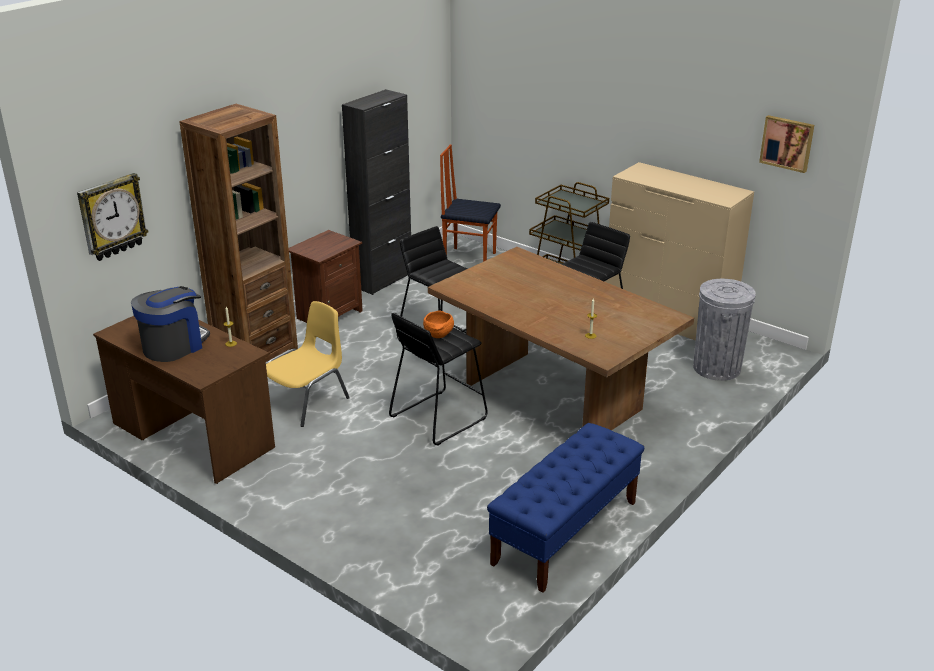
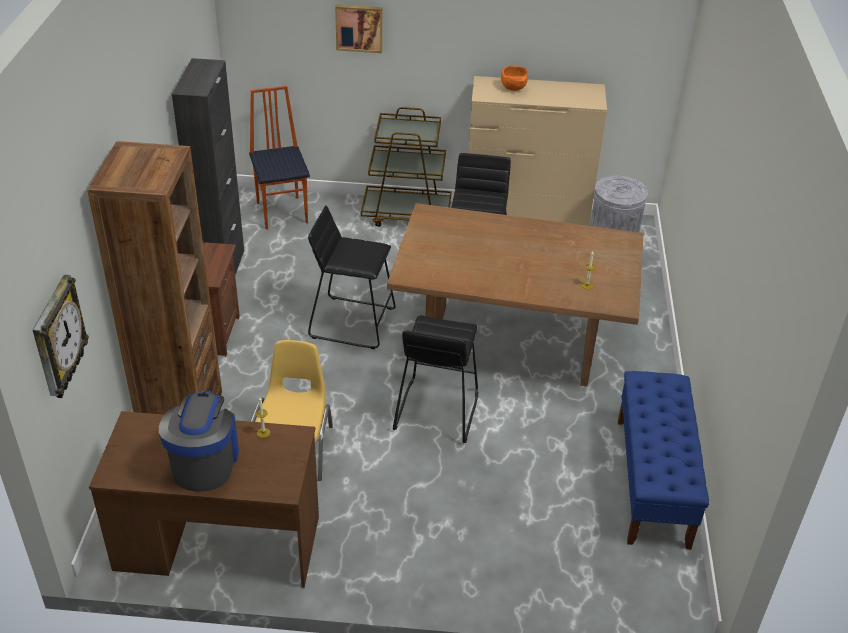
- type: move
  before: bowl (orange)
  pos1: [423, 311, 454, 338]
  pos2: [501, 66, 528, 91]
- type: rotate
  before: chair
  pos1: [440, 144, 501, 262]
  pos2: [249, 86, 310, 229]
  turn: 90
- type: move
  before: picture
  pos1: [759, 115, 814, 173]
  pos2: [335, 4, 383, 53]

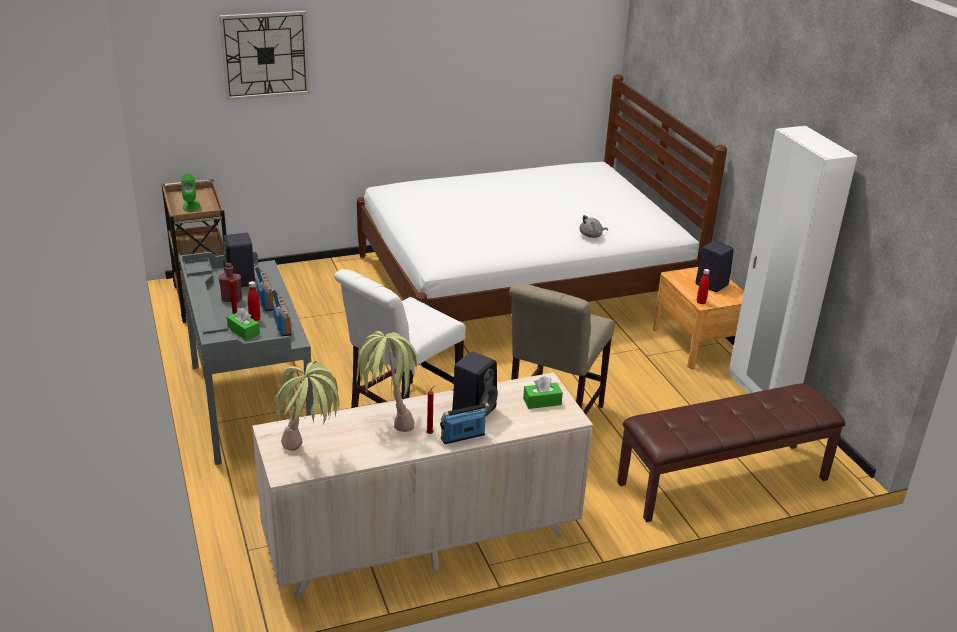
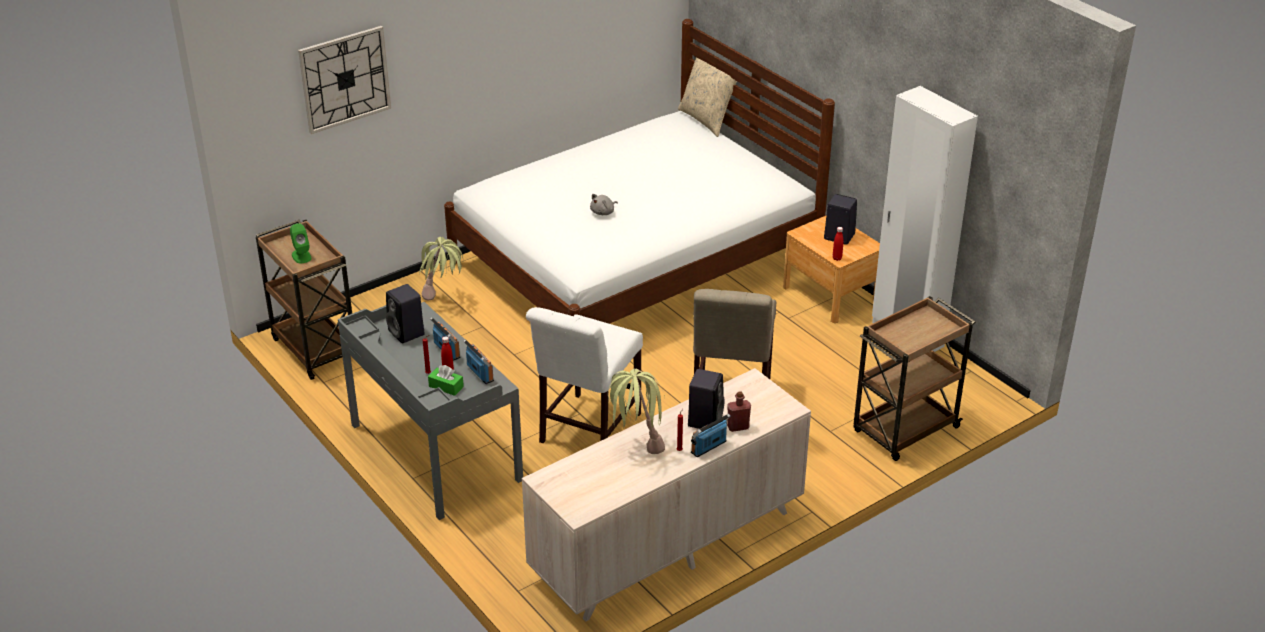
- type: move
  before: bottle (red)
  pos1: [219, 263, 242, 303]
  pos2: [727, 391, 751, 432]
- type: move
  before: potted plant
  pos1: [270, 361, 339, 451]
  pos2: [419, 237, 463, 300]
- type: delete
  before: tissue box (green)
  pos1: [523, 376, 563, 409]
- type: move
  before: plush toy (grey)
  pos1: [580, 215, 608, 238]
  pos2: [590, 194, 618, 215]
- type: replace
  before: bench (brown)
  after: cart (brown)
  pos1: [617, 383, 845, 522]
  pos2: [853, 296, 976, 461]
- type: insert
  after: pillow (beige)
  pos2: [678, 57, 737, 137]

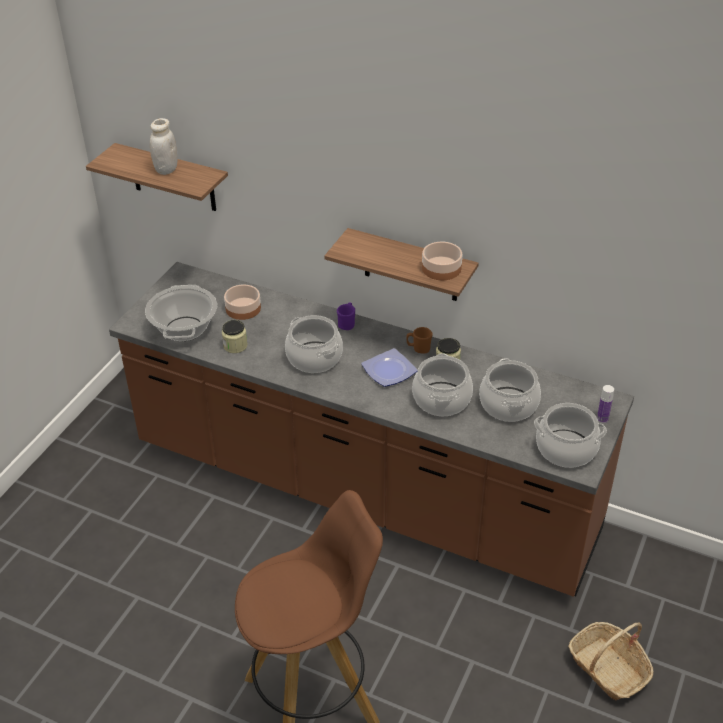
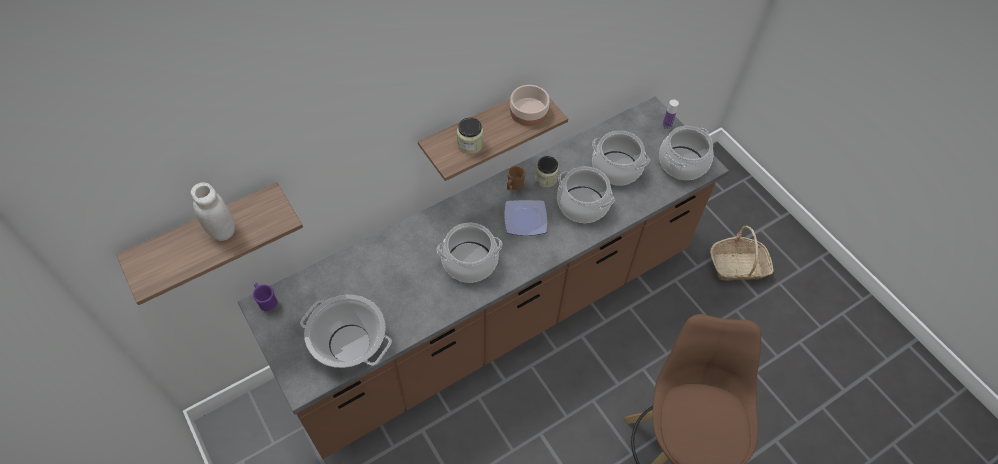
- type: move
  before: jar
  pos1: [222, 320, 247, 353]
  pos2: [457, 117, 483, 154]
- type: delete
  before: bowl
  pos1: [224, 285, 261, 320]
- type: move
  before: mug (purple)
  pos1: [337, 302, 355, 330]
  pos2: [253, 283, 277, 311]

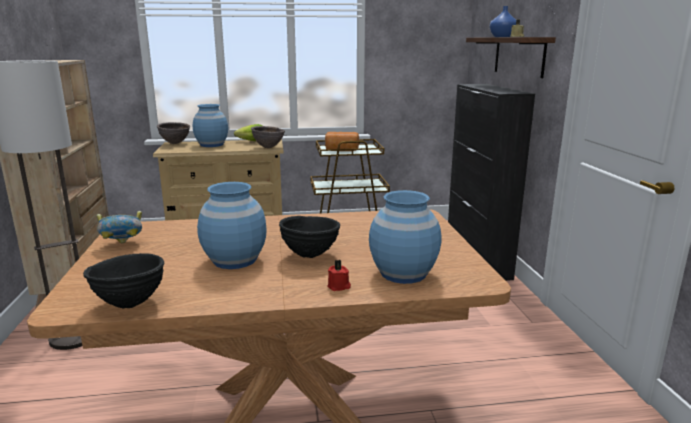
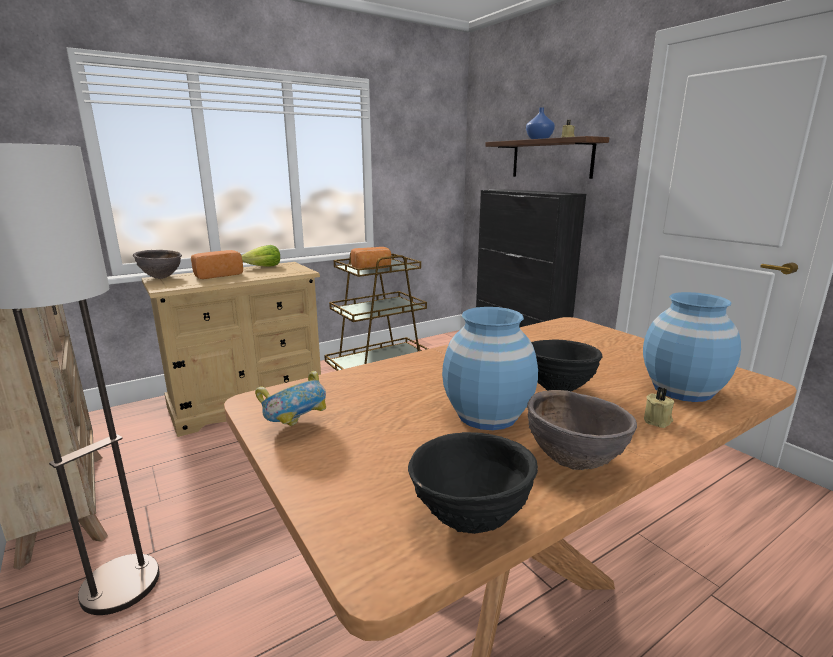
- type: replace
  before: vase (blue)
  after: bread
  pos1: [193, 104, 228, 147]
  pos2: [191, 250, 243, 279]
- type: move
  before: bowl (brown)
  pos1: [251, 126, 285, 148]
  pos2: [527, 390, 637, 470]
- type: recolor
  before: candle (red)
  after: candle (beige)
  pos1: [328, 260, 351, 291]
  pos2: [644, 387, 674, 428]

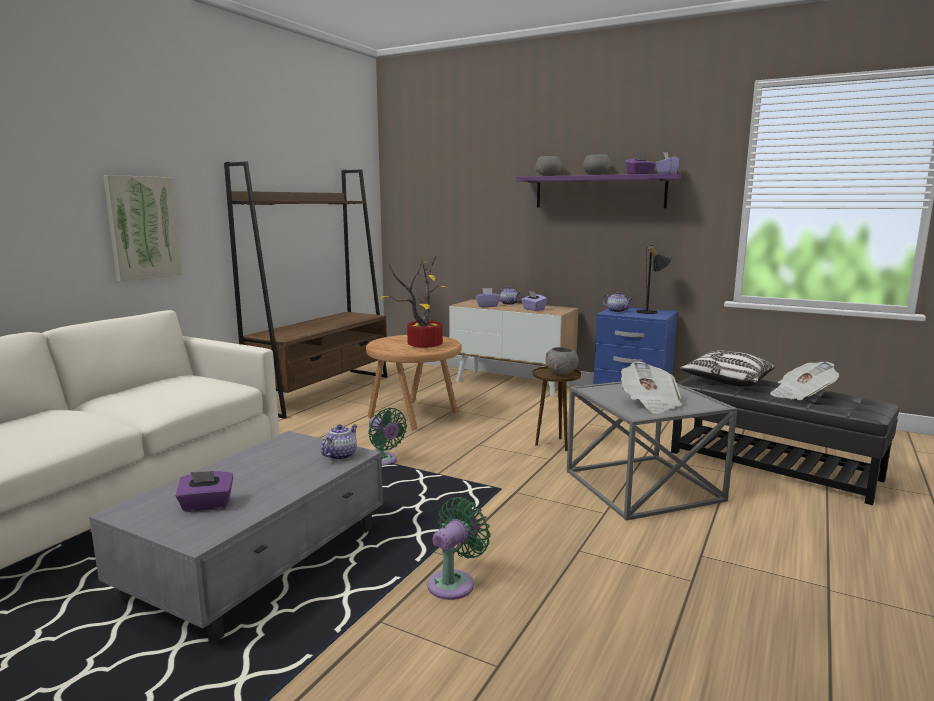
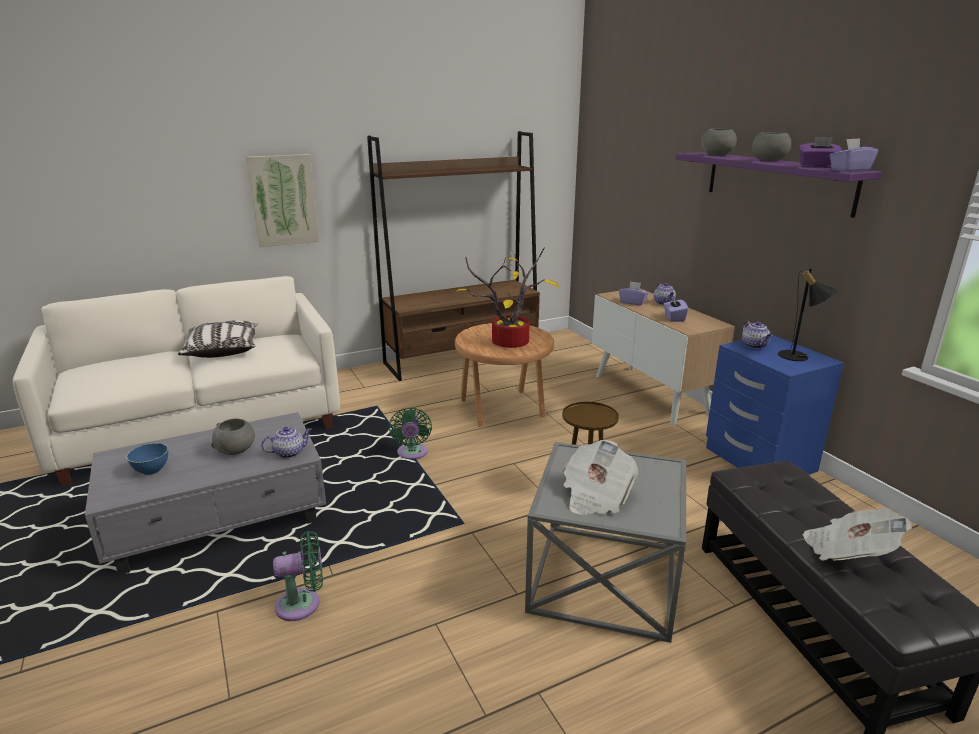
- type: replace
  before: tissue box (purple)
  after: bowl (blue)
  pos1: [175, 471, 233, 512]
  pos2: [126, 443, 168, 475]
- type: move
  before: bowl (grey)
  pos1: [545, 347, 579, 374]
  pos2: [211, 418, 255, 455]
- type: move
  before: pillow
  pos1: [679, 351, 775, 386]
  pos2: [178, 320, 258, 358]

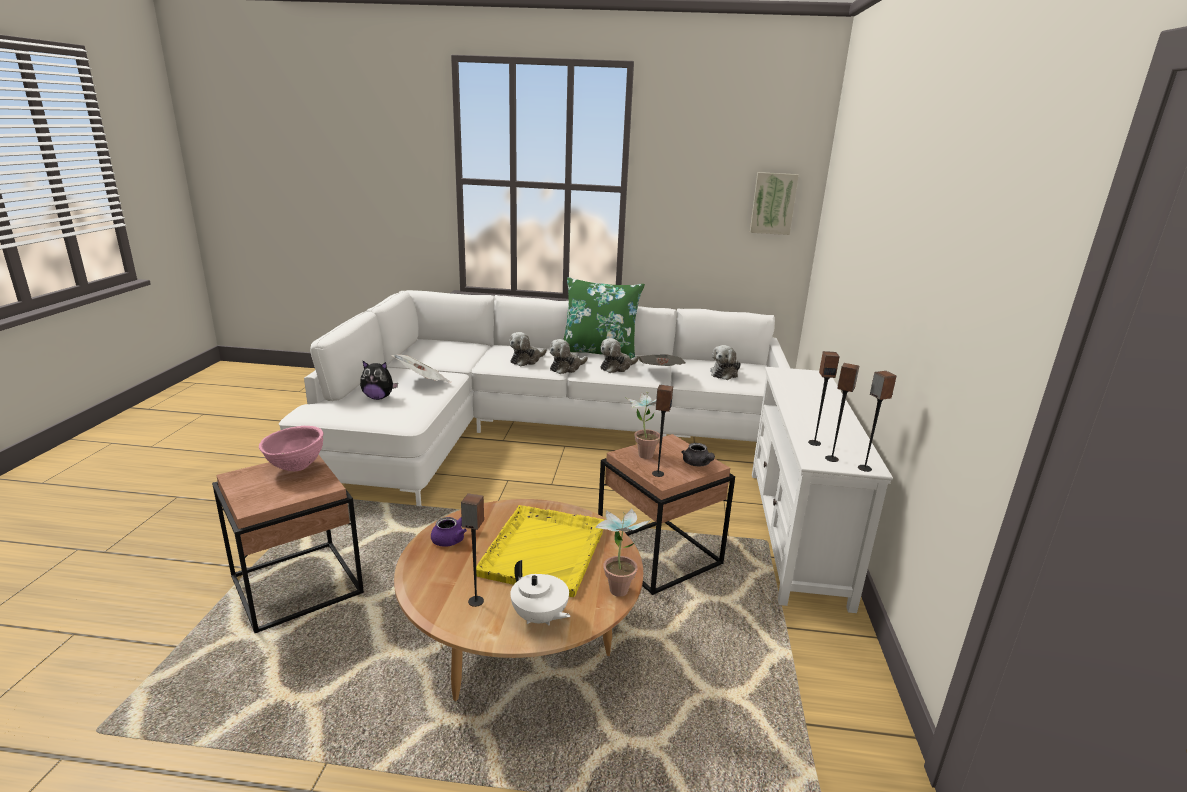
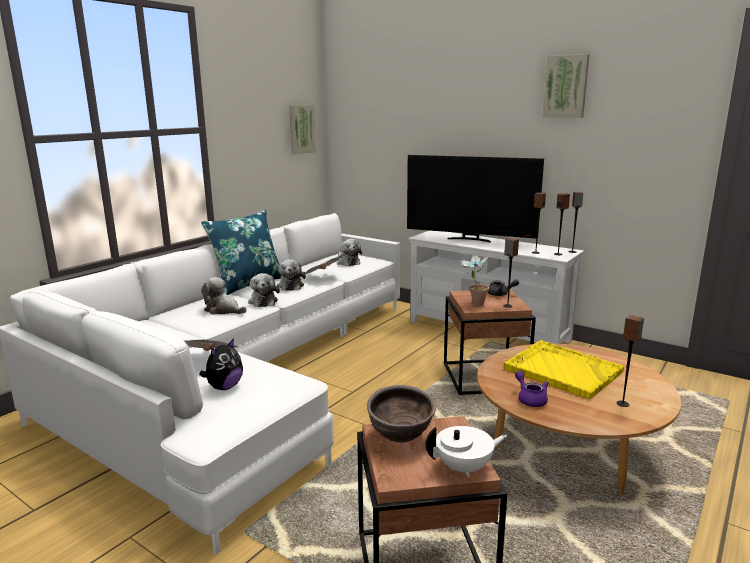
- type: recolor
  before: bowl (pink)
  after: bowl (brown)
  pos1: [259, 426, 323, 471]
  pos2: [367, 385, 436, 443]
- type: rotate
  before: plush toy
  pos1: [509, 332, 547, 366]
  pos2: [201, 277, 247, 314]
  turn: 135
- type: move
  before: teapot (white)
  pos1: [510, 560, 570, 626]
  pos2: [426, 426, 507, 477]
- type: recolor
  before: pillow (green)
  after: pillow (blue)
  pos1: [563, 277, 645, 358]
  pos2: [201, 210, 282, 295]
- type: delete
  before: potted plant
  pos1: [595, 508, 650, 597]
- type: insert
  after: television
  pos2: [407, 155, 544, 243]
- type: insert
  after: picture
  pos2: [542, 54, 589, 118]

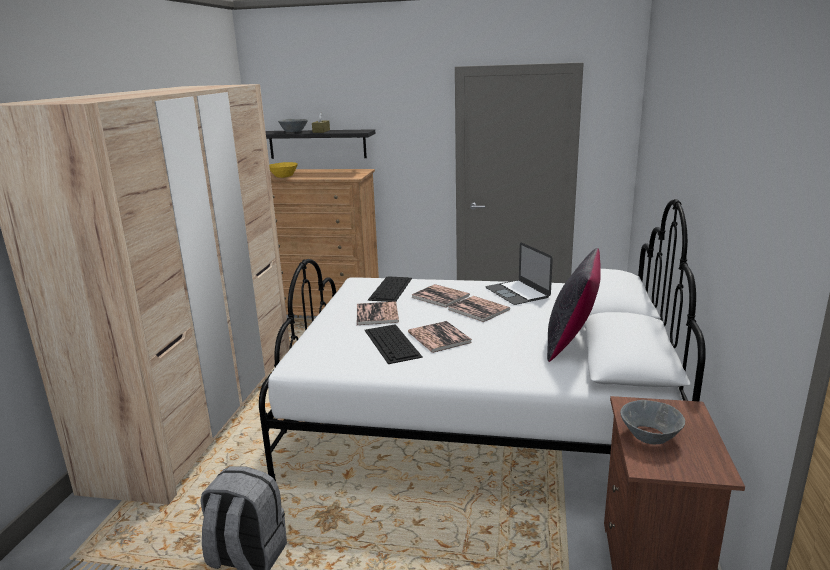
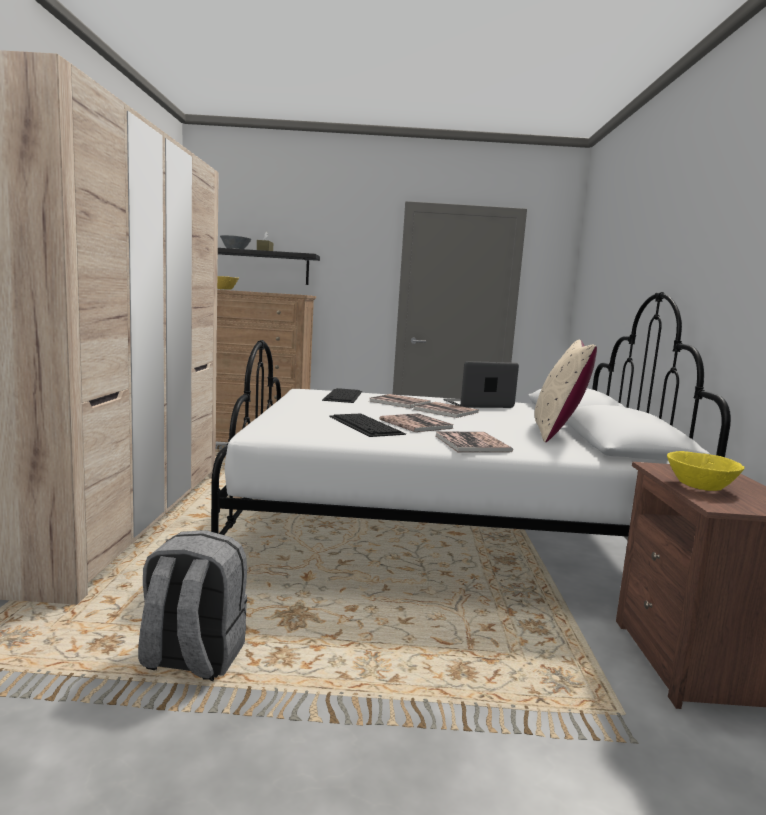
- type: move
  before: book
  pos1: [357, 301, 399, 325]
  pos2: [436, 431, 513, 452]
- type: rotate
  before: laptop
  pos1: [486, 242, 553, 305]
  pos2: [443, 361, 519, 408]
  turn: 105
- type: recolor
  before: pillow (black)
  after: pillow (beige)
  pos1: [547, 248, 601, 362]
  pos2: [534, 340, 597, 442]
- type: recolor
  before: bowl (grey)
  after: bowl (yellow)
  pos1: [620, 400, 685, 444]
  pos2: [667, 451, 745, 491]

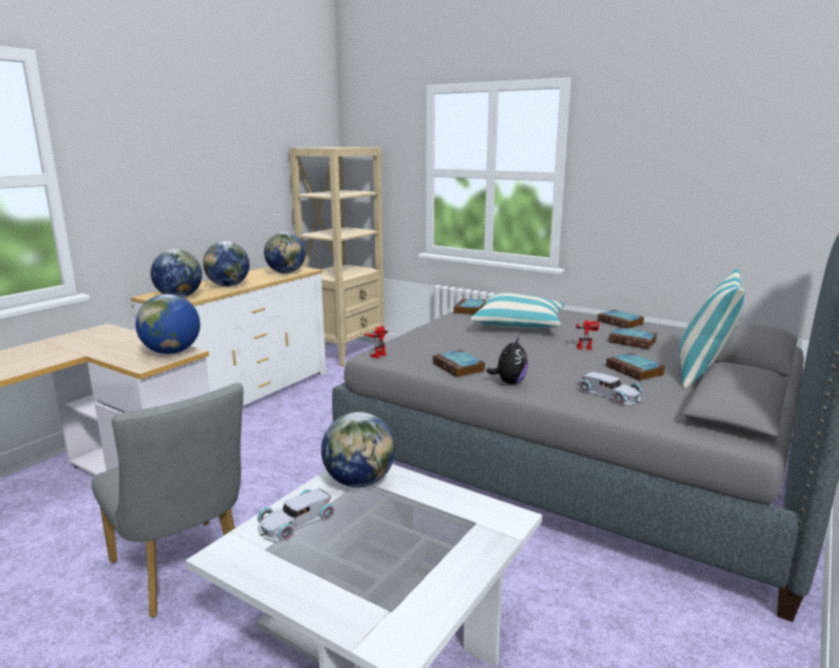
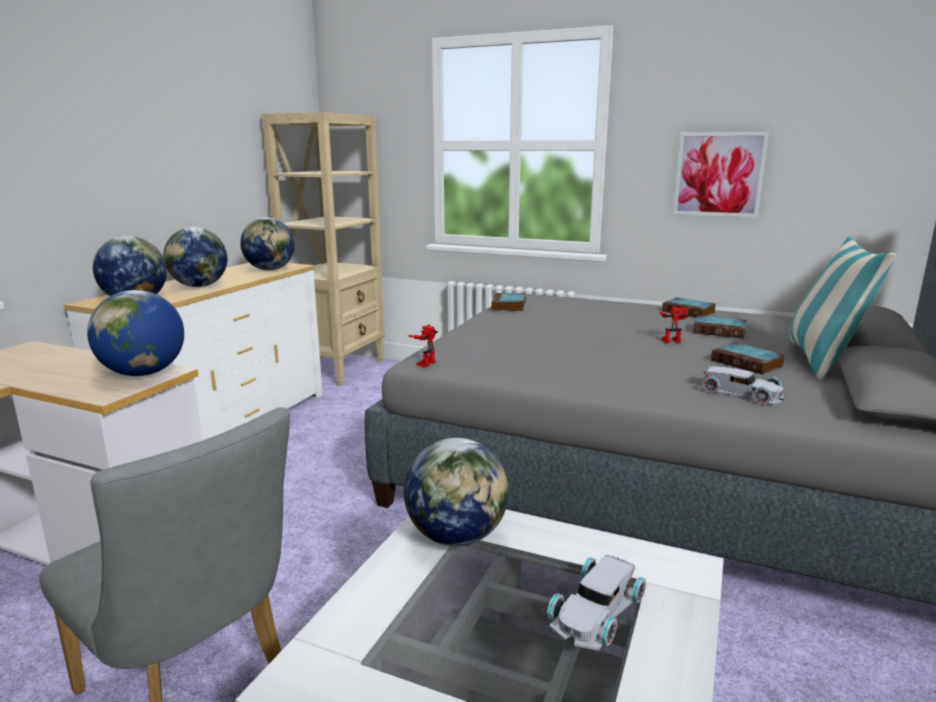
- type: move
  before: toy car (white)
  pos1: [257, 488, 335, 543]
  pos2: [547, 555, 646, 651]
- type: delete
  before: book
  pos1: [433, 350, 485, 378]
- type: delete
  before: pillow
  pos1: [471, 293, 564, 328]
- type: delete
  before: plush toy
  pos1: [486, 337, 528, 384]
- type: insert
  after: picture
  pos2: [673, 132, 769, 218]

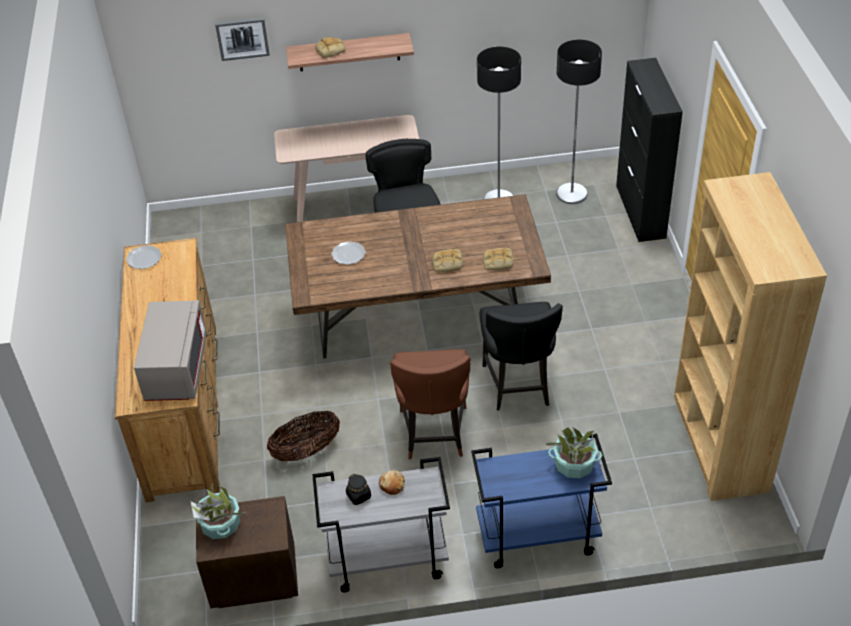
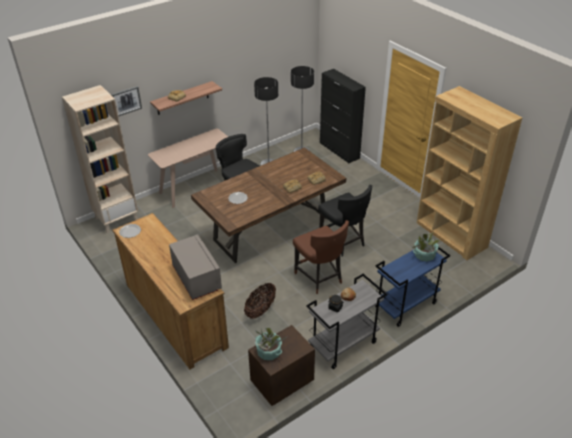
- type: insert
  after: bookcase (beige)
  pos2: [62, 85, 138, 233]

